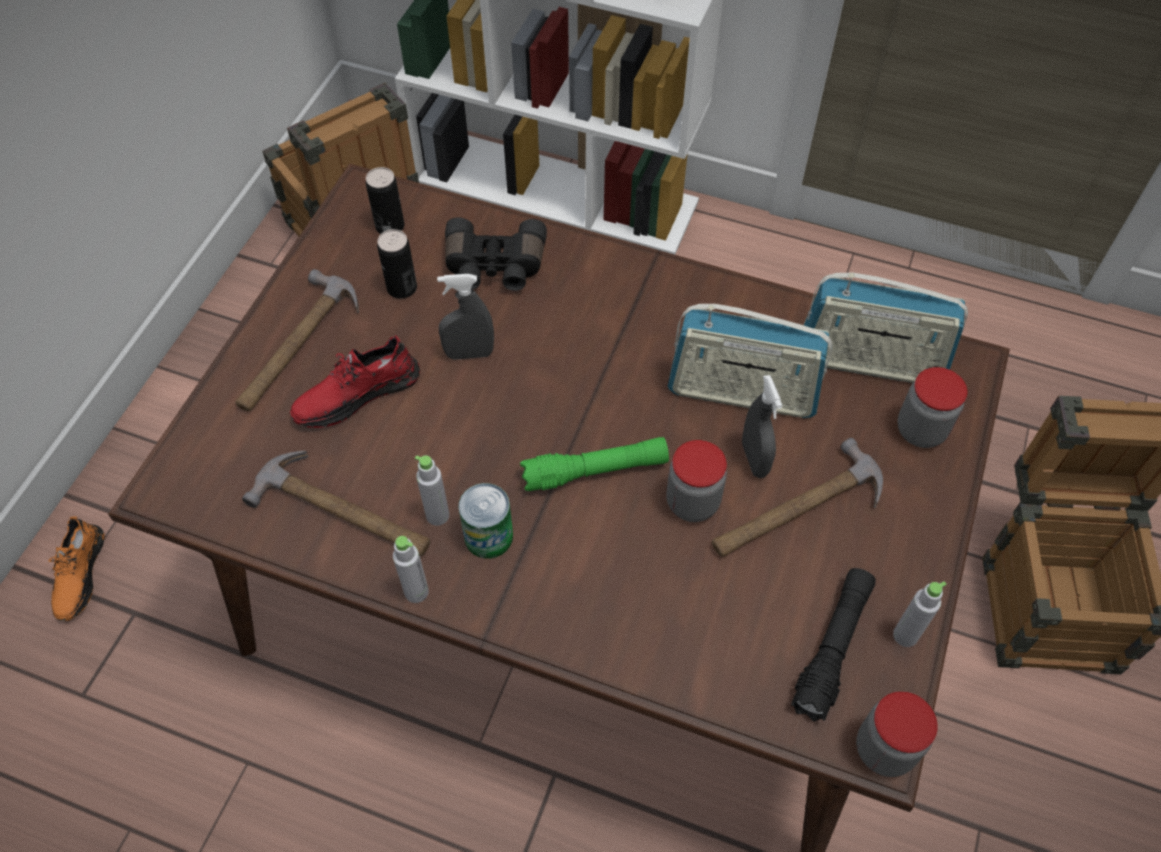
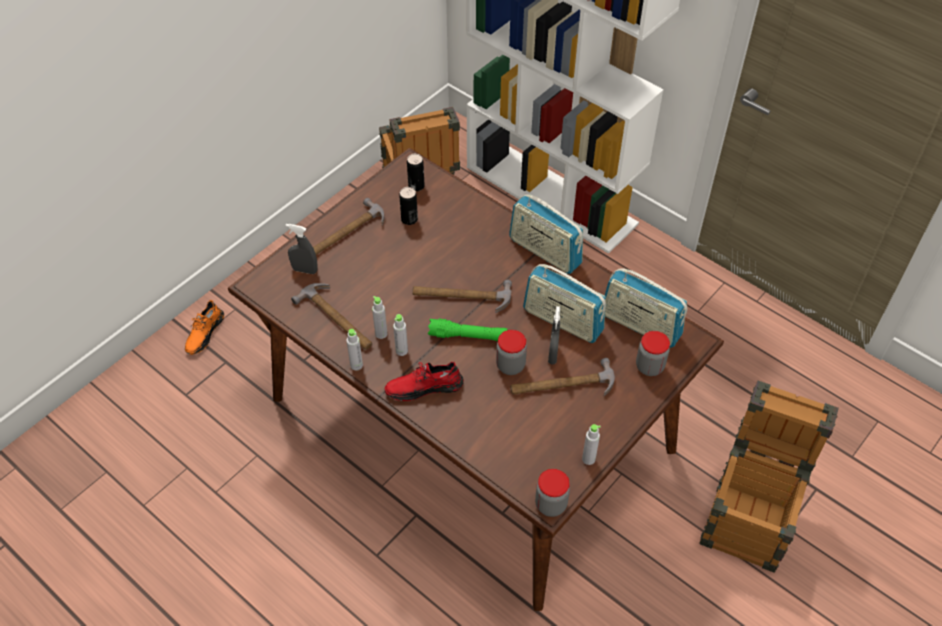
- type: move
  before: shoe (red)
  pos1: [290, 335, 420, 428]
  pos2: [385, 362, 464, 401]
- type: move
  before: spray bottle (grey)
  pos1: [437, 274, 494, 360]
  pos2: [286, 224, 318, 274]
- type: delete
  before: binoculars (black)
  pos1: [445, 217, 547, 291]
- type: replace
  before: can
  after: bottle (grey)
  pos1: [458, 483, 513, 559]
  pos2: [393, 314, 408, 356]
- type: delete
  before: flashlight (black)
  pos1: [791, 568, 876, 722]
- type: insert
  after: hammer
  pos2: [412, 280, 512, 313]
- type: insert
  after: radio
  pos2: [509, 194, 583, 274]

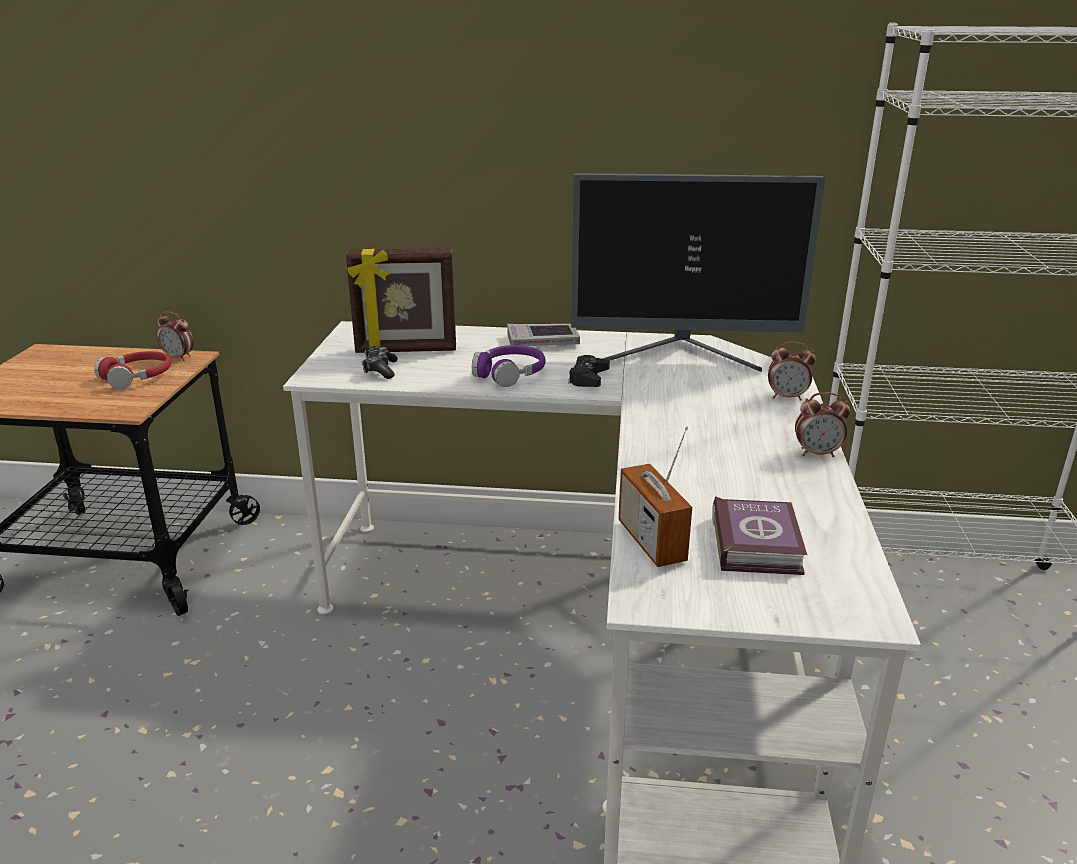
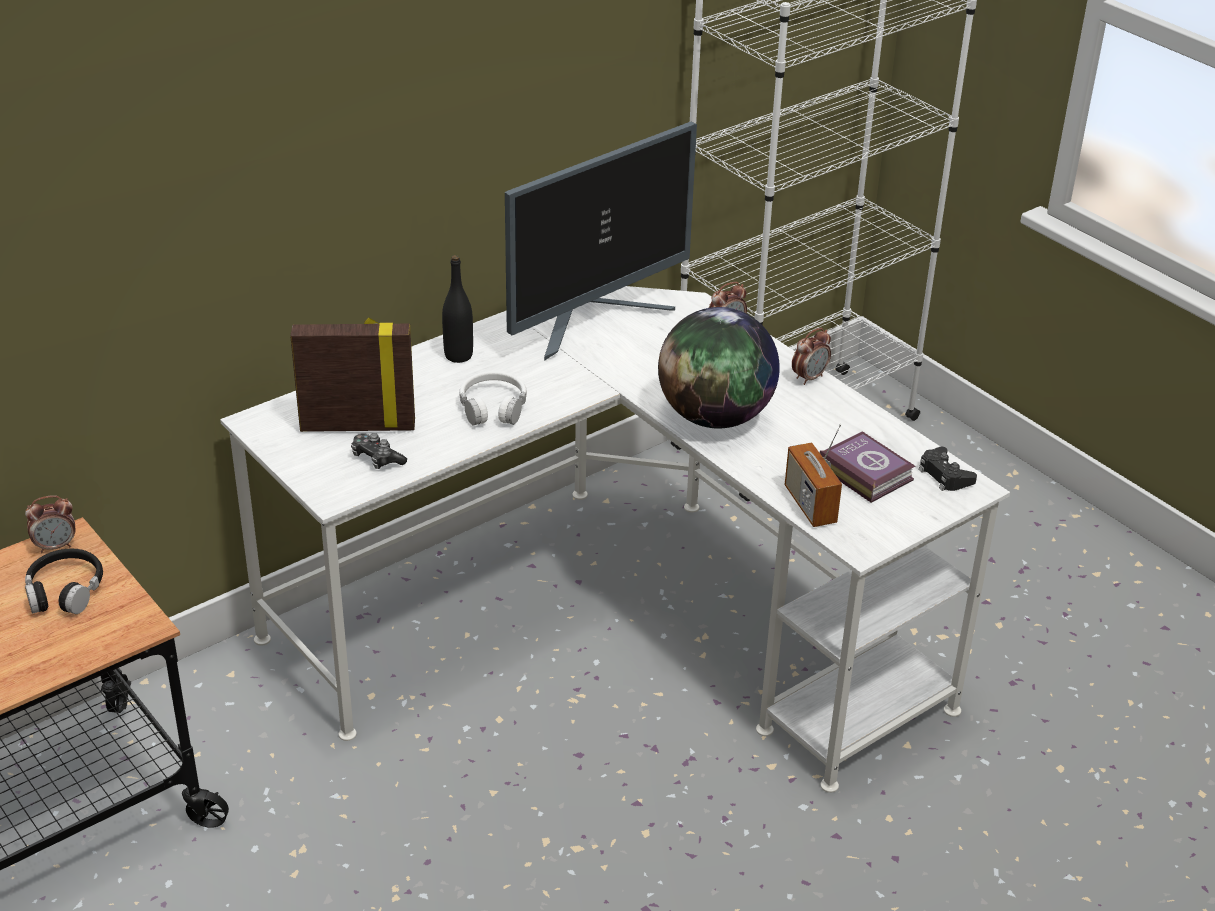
- type: recolor
  before: headphones (red)
  after: headphones (black)
  pos1: [94, 351, 171, 389]
  pos2: [25, 549, 103, 614]
- type: rotate
  before: picture frame
  pos1: [346, 248, 456, 353]
  pos2: [290, 318, 415, 432]
  turn: -135
- type: recolor
  before: headphones (purple)
  after: headphones (white)
  pos1: [472, 345, 546, 387]
  pos2: [459, 371, 527, 426]
- type: replace
  before: book
  after: bottle (black)
  pos1: [507, 324, 580, 346]
  pos2: [442, 255, 473, 363]
- type: move
  before: game controller (black)
  pos1: [568, 355, 610, 387]
  pos2: [919, 447, 977, 491]
- type: rotate
  before: radio
  pos1: [619, 426, 692, 567]
  pos2: [785, 424, 842, 527]
  turn: 45
- type: insert
  after: globe
  pos2: [658, 307, 780, 429]

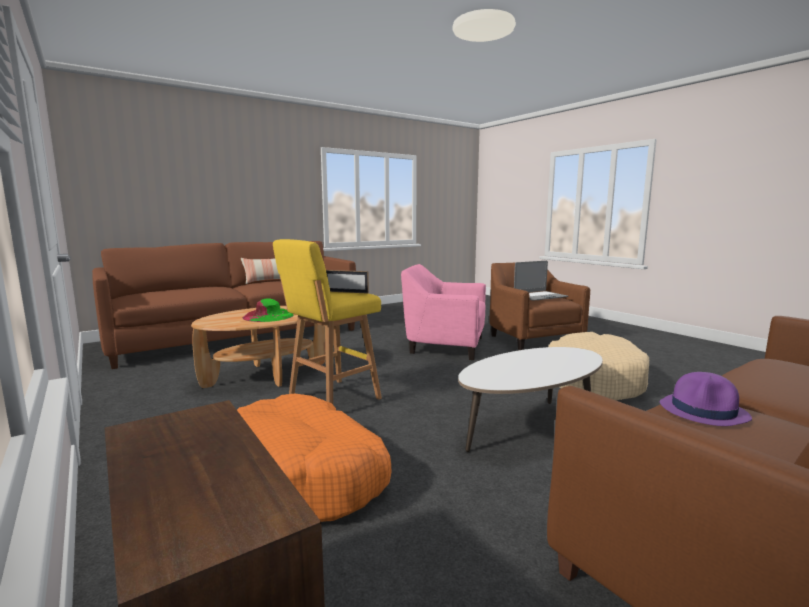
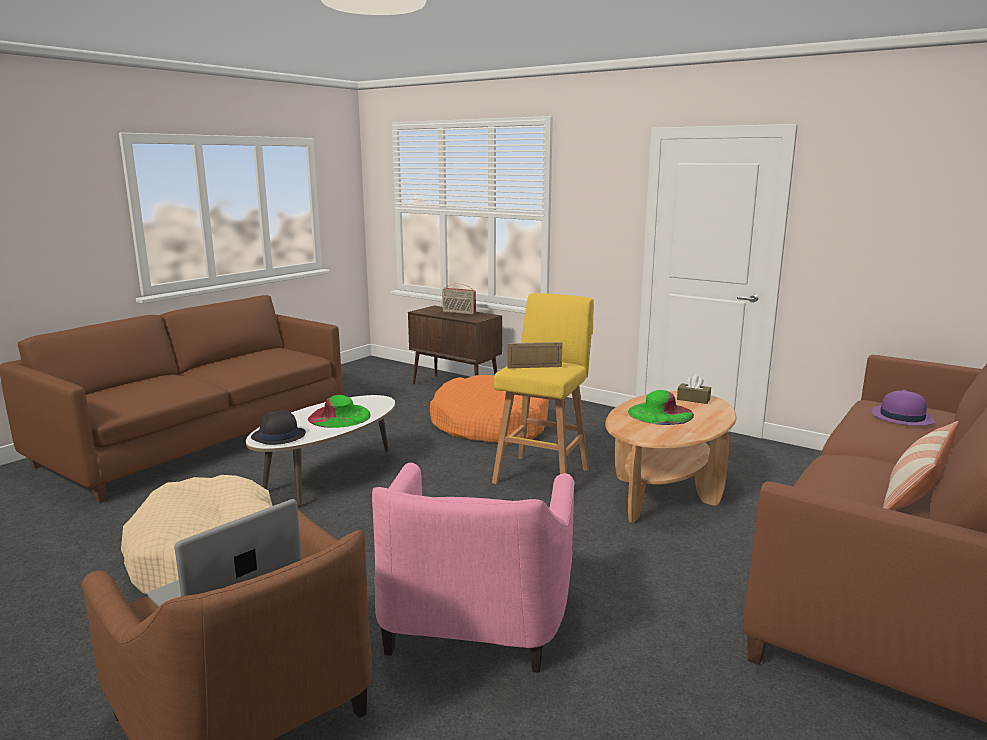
- type: rotate
  before: armchair (pink)
  pos1: [401, 264, 486, 360]
  pos2: [372, 463, 574, 673]
  turn: 105
- type: move
  before: hat (purple)
  pos1: [660, 372, 752, 426]
  pos2: [871, 390, 934, 426]
- type: insert
  after: hat (black)
  pos2: [251, 410, 306, 445]
- type: insert
  after: hat (green)
  pos2: [308, 395, 371, 428]
- type: insert
  after: radio
  pos2: [442, 283, 476, 314]
- type: insert
  after: tissue box (brown)
  pos2: [677, 375, 711, 404]

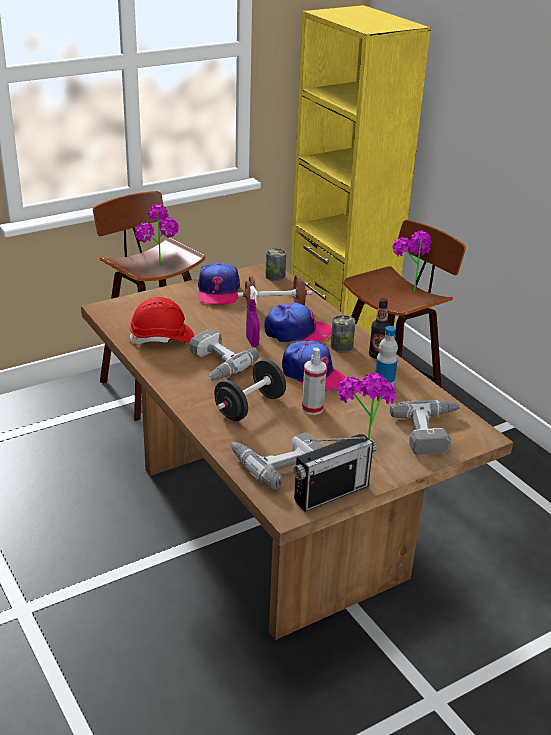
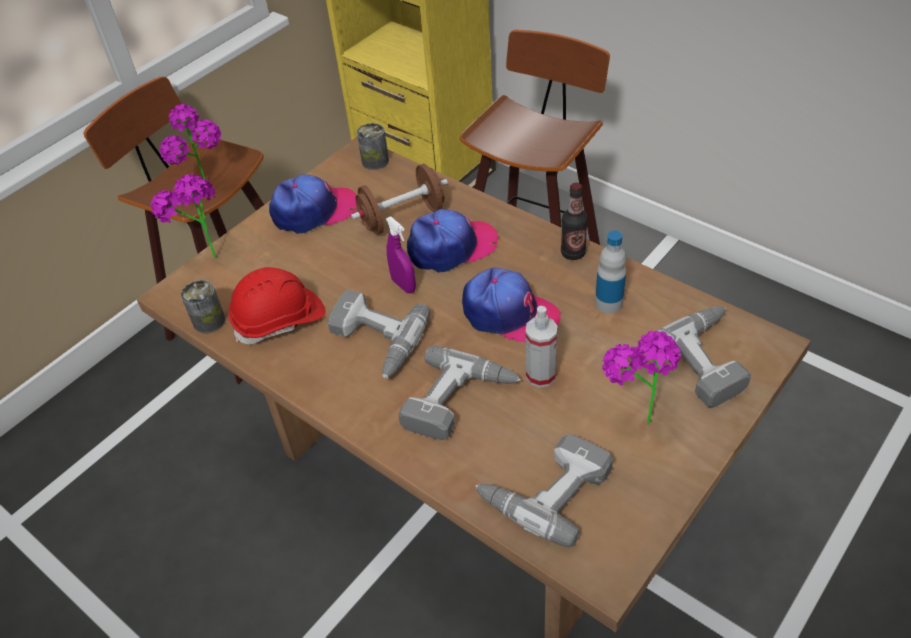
- type: rotate
  before: cap
  pos1: [198, 262, 240, 304]
  pos2: [269, 174, 357, 234]
  turn: -90
- type: replace
  before: dumbbell (black)
  after: power drill
  pos1: [214, 359, 286, 421]
  pos2: [398, 346, 521, 440]
- type: delete
  before: radio
  pos1: [293, 434, 377, 512]
- type: move
  before: can
  pos1: [331, 315, 355, 353]
  pos2: [181, 280, 225, 334]
- type: move
  before: potted plant
  pos1: [393, 230, 432, 292]
  pos2: [150, 174, 216, 258]

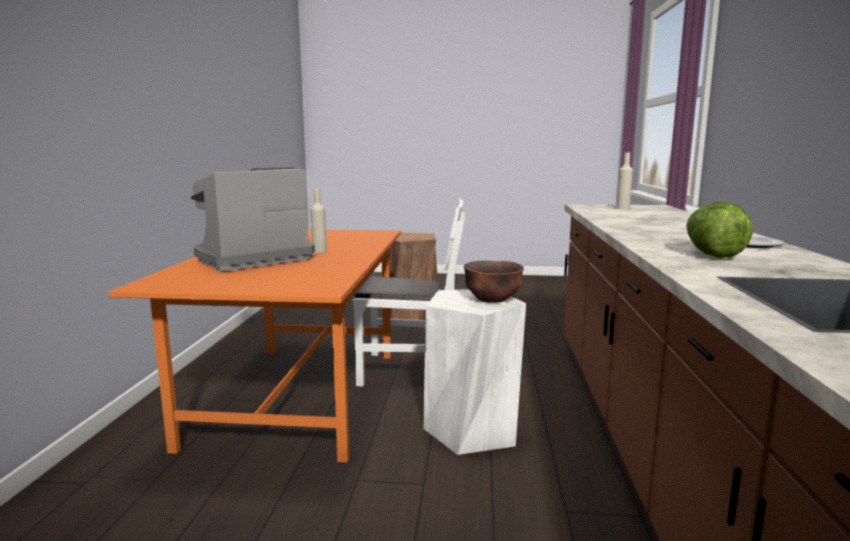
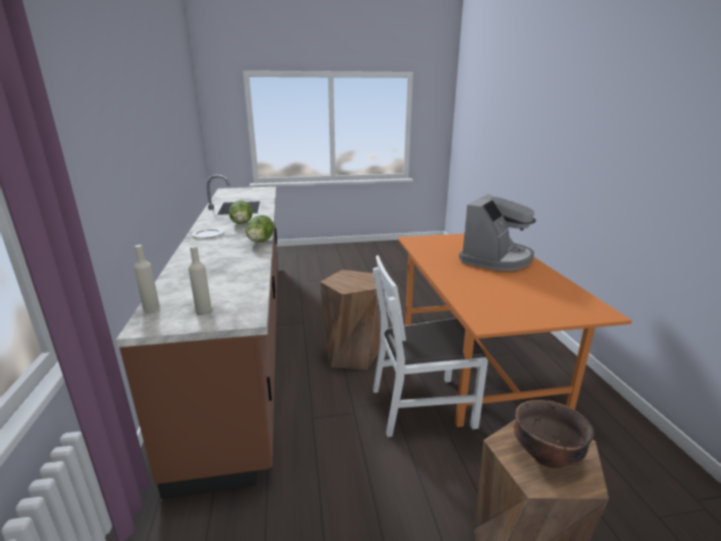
- type: move
  before: bottle (beige)
  pos1: [310, 189, 327, 253]
  pos2: [134, 245, 160, 312]
- type: recolor
  before: stool (white)
  after: stool (brown)
  pos1: [423, 289, 526, 455]
  pos2: [320, 270, 380, 369]
- type: move
  before: bowl (brown)
  pos1: [464, 261, 524, 303]
  pos2: [514, 400, 594, 469]
- type: insert
  after: lettuce
  pos2: [246, 215, 274, 242]

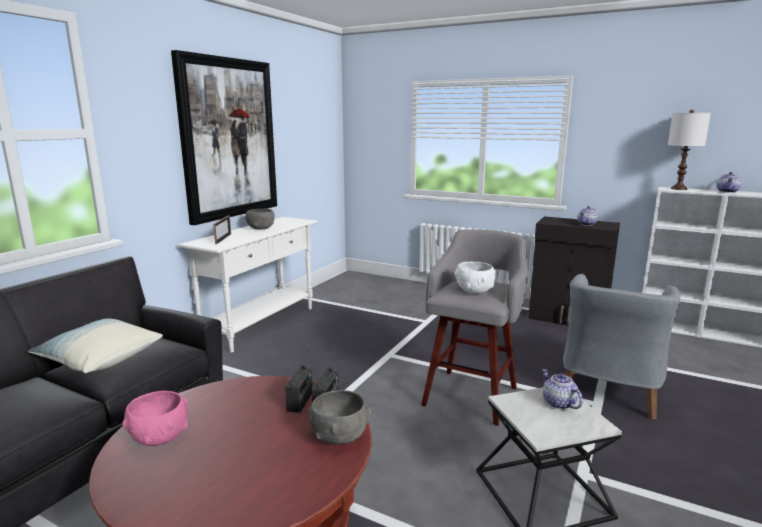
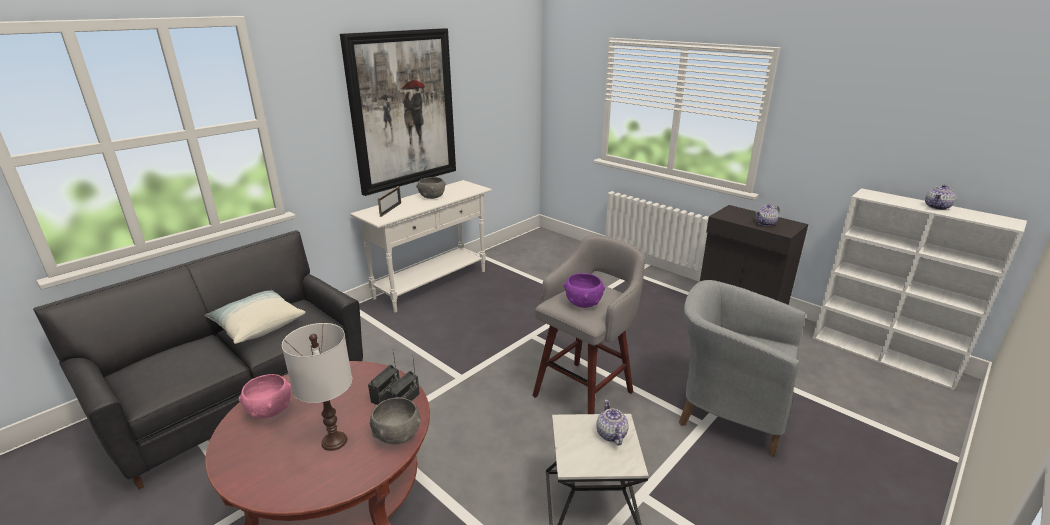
- type: recolor
  before: bowl (white)
  after: bowl (purple)
  pos1: [455, 262, 496, 294]
  pos2: [564, 273, 605, 308]
- type: rotate
  before: armchair (grey)
  pos1: [563, 274, 680, 419]
  pos2: [679, 280, 805, 457]
  turn: 75
- type: move
  before: table lamp (white)
  pos1: [668, 110, 711, 190]
  pos2: [282, 323, 352, 451]

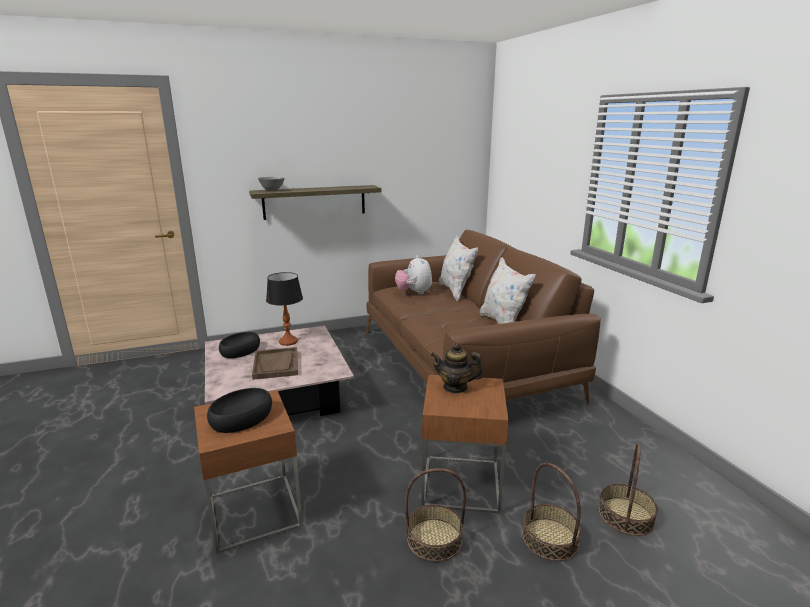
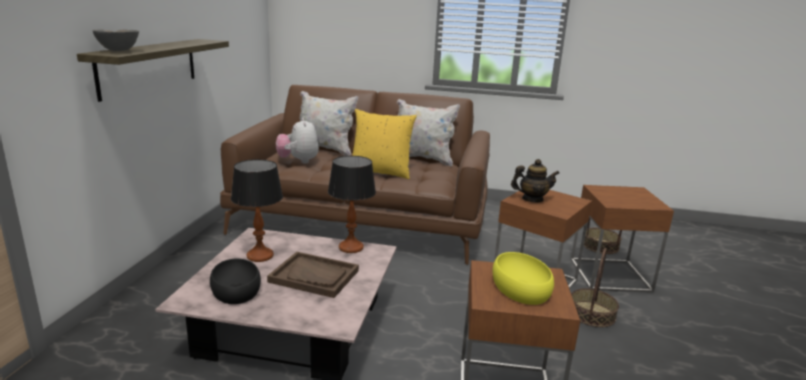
- type: recolor
  before: bowl (black)
  after: bowl (yellow)
  pos1: [207, 388, 272, 433]
  pos2: [492, 252, 554, 305]
- type: rotate
  before: plush toy
  pos1: [395, 255, 432, 295]
  pos2: [276, 118, 319, 164]
  turn: 60
- type: rotate
  before: teapot
  pos1: [431, 343, 484, 394]
  pos2: [511, 159, 560, 202]
  turn: -135
- type: replace
  before: basket
  after: side table (brown)
  pos1: [522, 463, 581, 561]
  pos2: [571, 185, 674, 292]
- type: insert
  after: table lamp
  pos2: [328, 156, 376, 253]
- type: insert
  after: pillow (yellow)
  pos2: [352, 109, 417, 179]

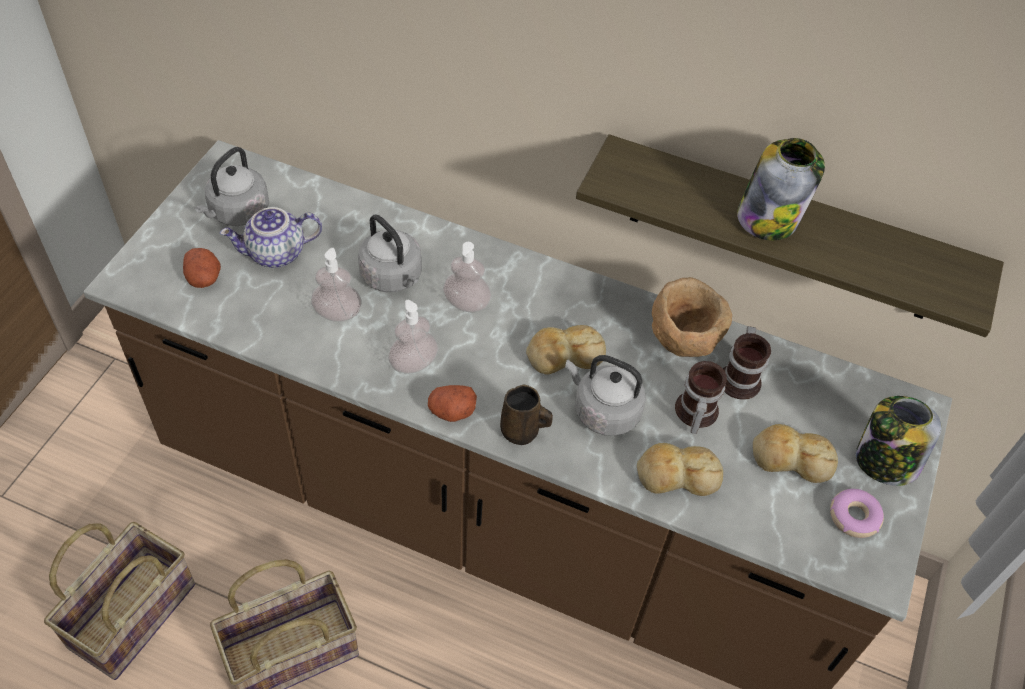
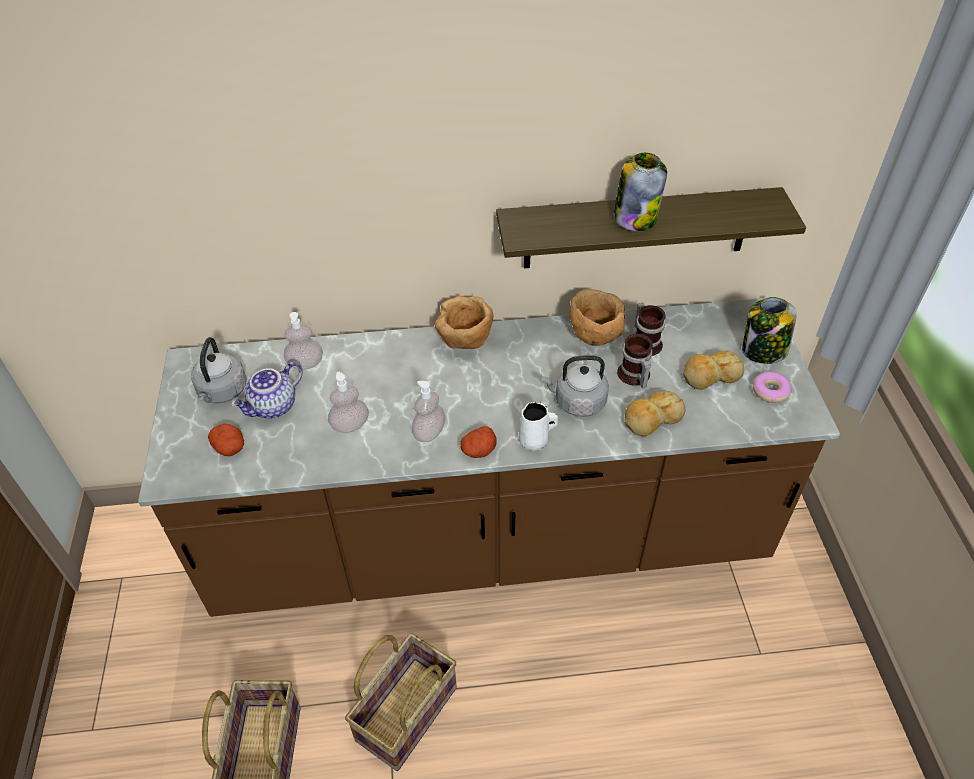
- type: delete
  before: kettle (grey)
  pos1: [358, 214, 422, 293]
- type: move
  before: soap dispenser
  pos1: [443, 242, 492, 312]
  pos2: [284, 312, 323, 370]
- type: recolor
  before: mug (brown)
  after: mug (white)
  pos1: [500, 385, 553, 445]
  pos2: [519, 402, 558, 451]
- type: delete
  before: bread
  pos1: [526, 325, 606, 375]
- type: insert
  after: bowl (brown)
  pos2: [435, 296, 494, 349]

